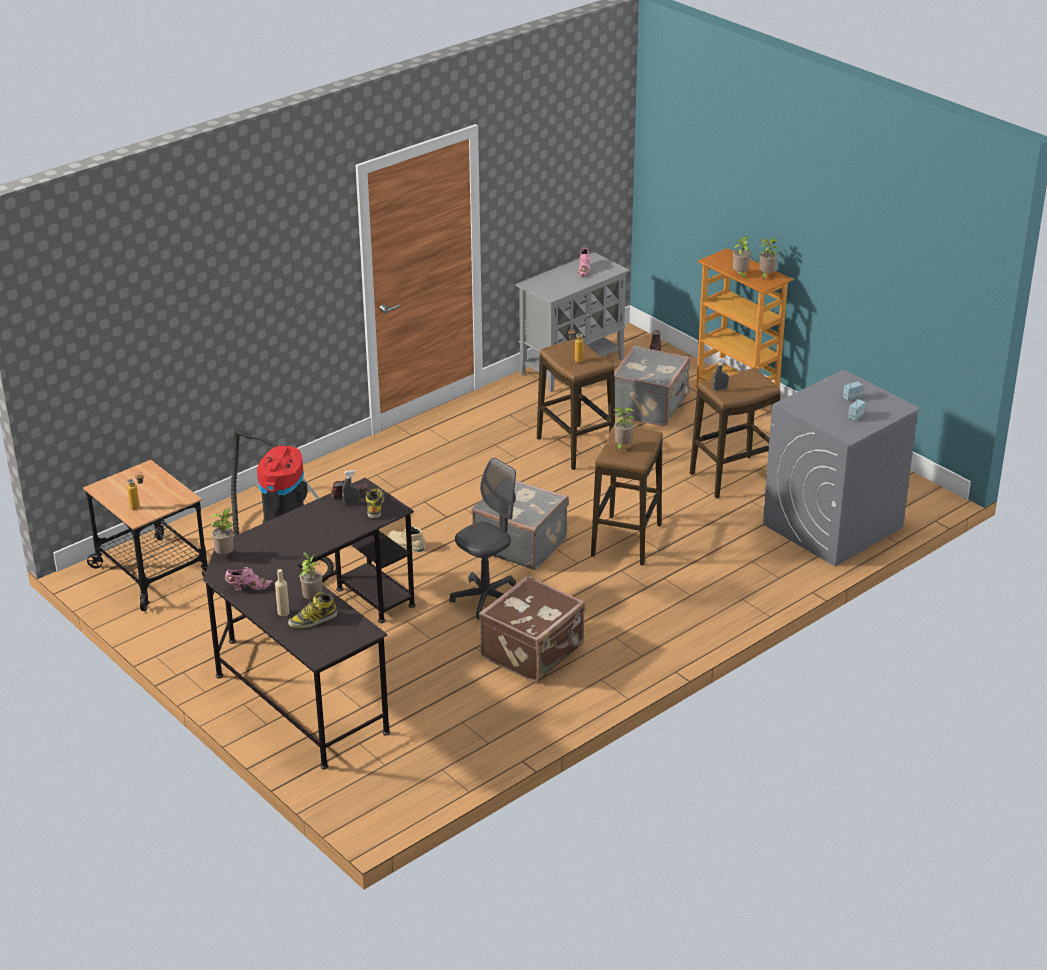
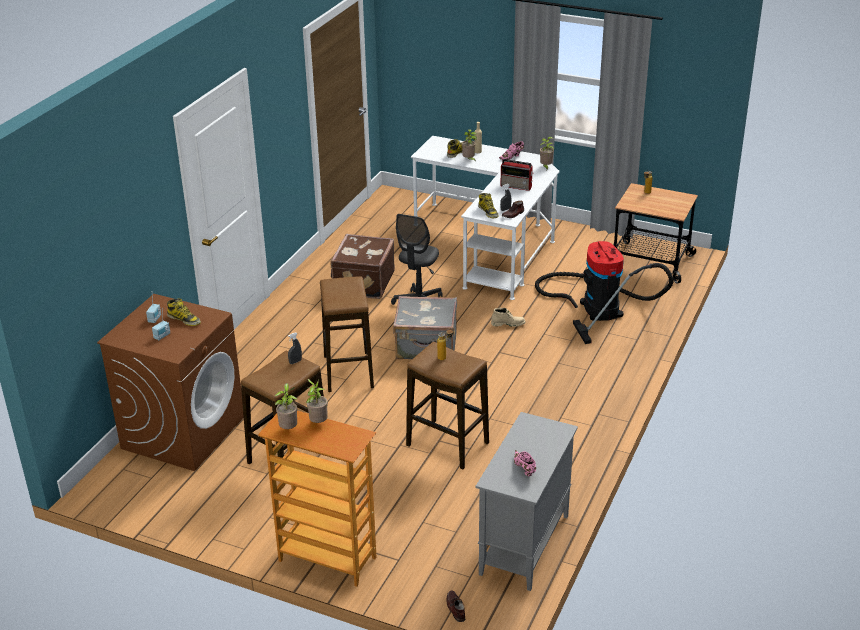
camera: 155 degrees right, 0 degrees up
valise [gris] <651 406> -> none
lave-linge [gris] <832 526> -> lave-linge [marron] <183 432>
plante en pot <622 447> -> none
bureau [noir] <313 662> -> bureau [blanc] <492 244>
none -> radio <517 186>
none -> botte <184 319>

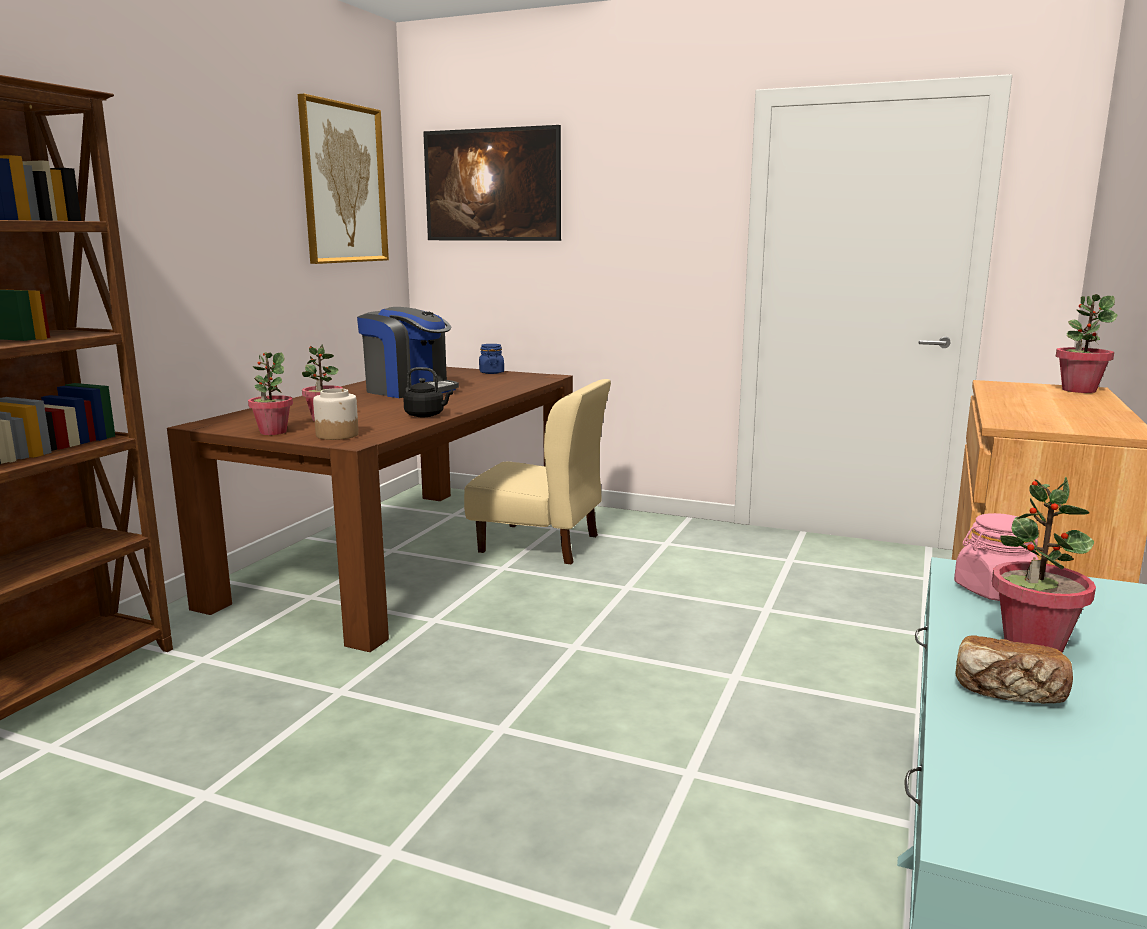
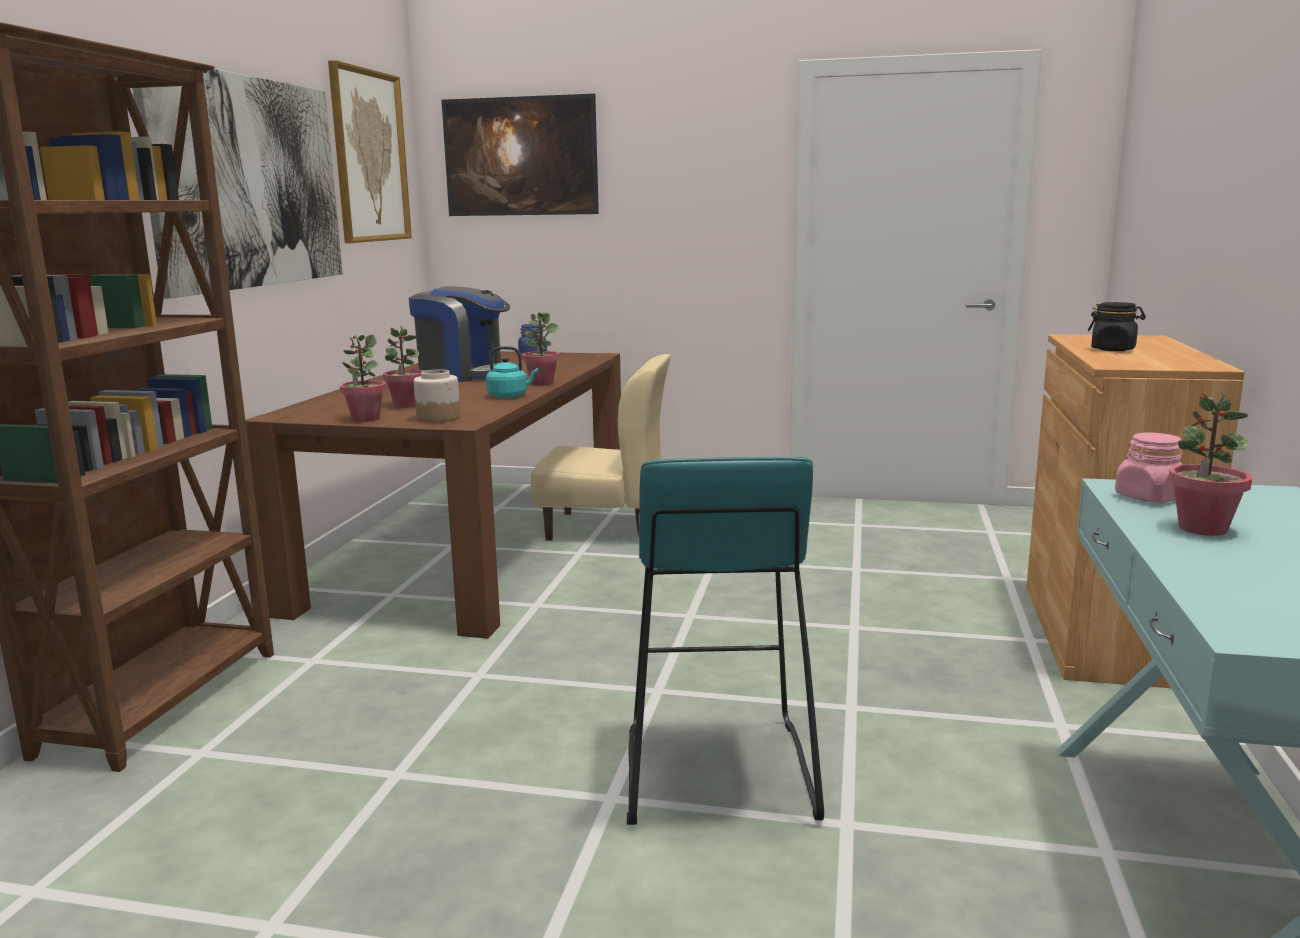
camera: 10 degrees left, 0 degrees up
plante en pot <1078 390> -> plante en pot <542 383>, move
bouilloire [noir] <426 415> -> bouilloire [turquoise] <510 396>
pain <1008 693> -> none
none -> tableau <249 182>
none -> bocal [noir] <1113 349>
none -> tabouret [turquoise] <716 773>

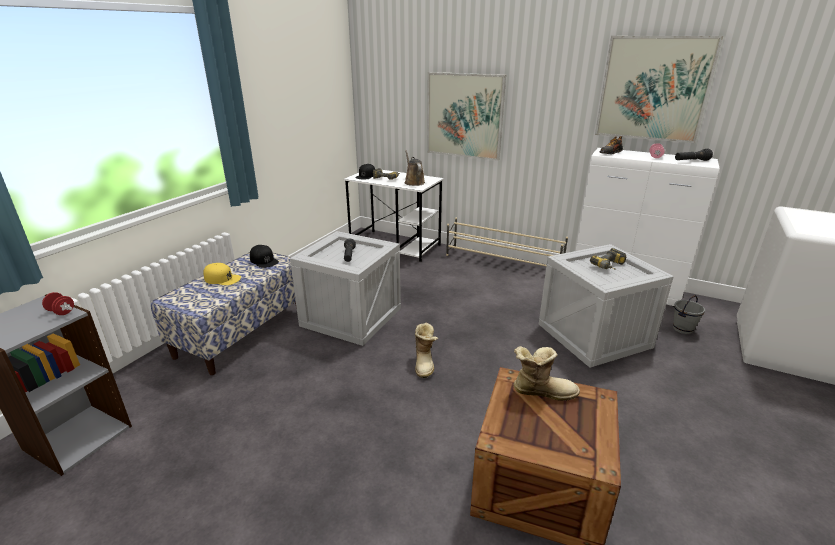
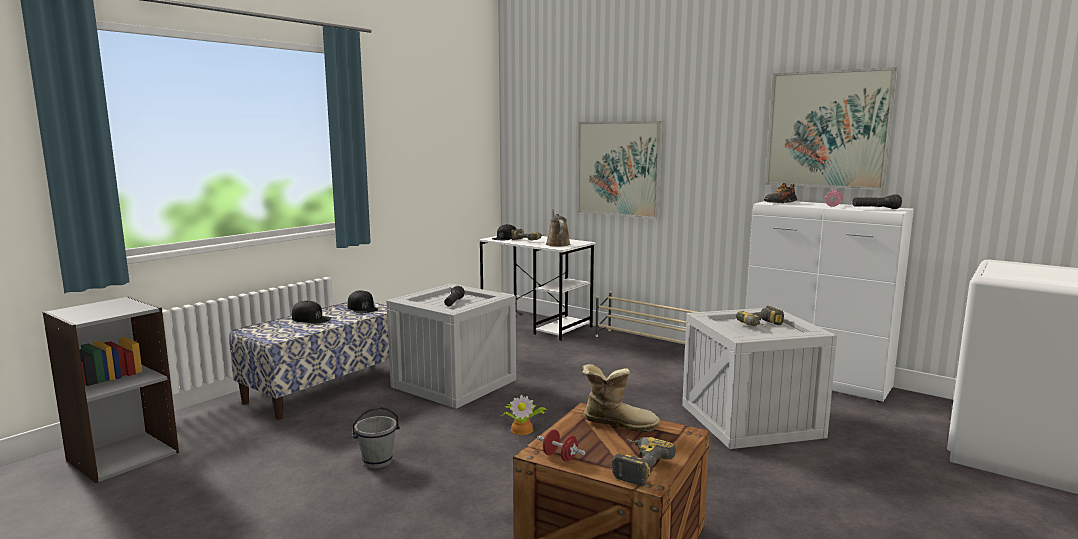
camera: 10 degrees right, 15 degrees down
casquette [jaune] <222 278> -> casquette [noir] <311 318>
haltère [rouge] <61 312> -> haltère [rouge] <560 457>, move
seau [gris] <683 329> -> seau [gris] <377 462>, move
botte <425 363> -> plante en pot <522 429>
none -> perceuse <637 467>

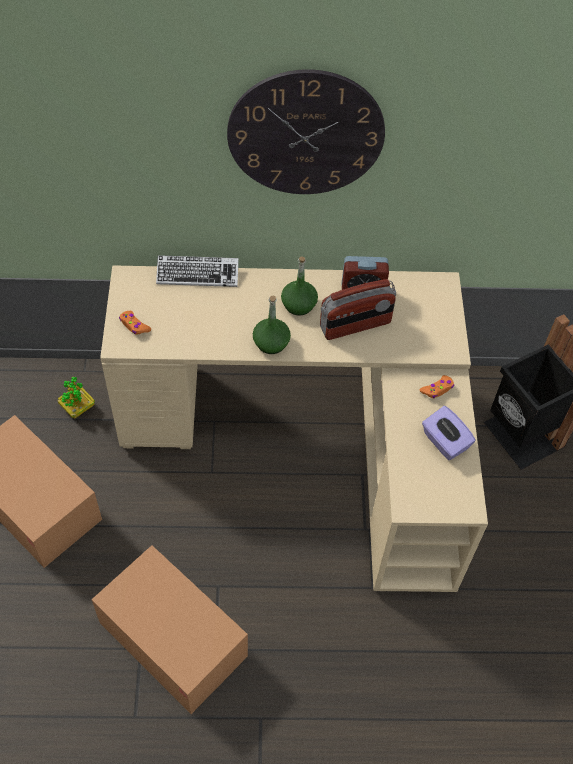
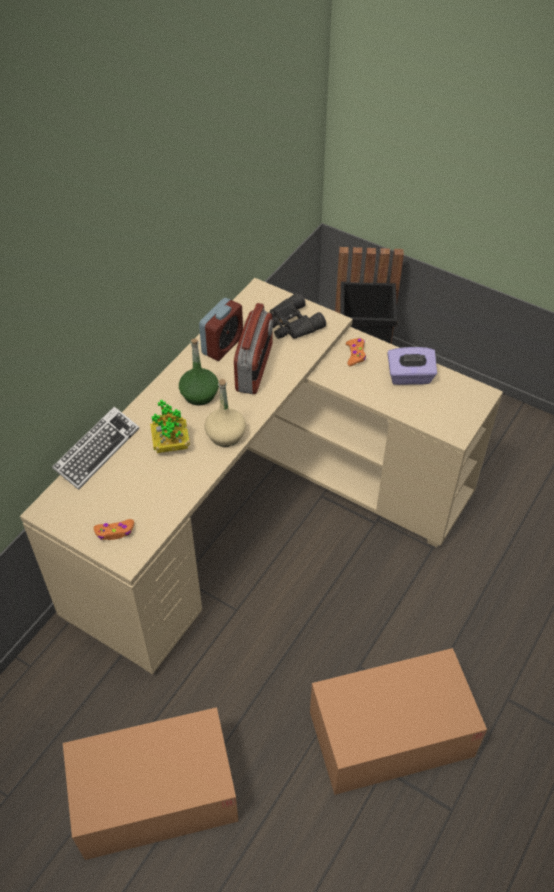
camera: 55 degrees left, 5 degrees down
horloge murale <305 134> -> none
bouteille [vert] <271 343> -> bouteille [beige] <226 435>
plante en pot <77 407> -> plante en pot <171 444>, move
none -> jumelles [noir] <291 324>

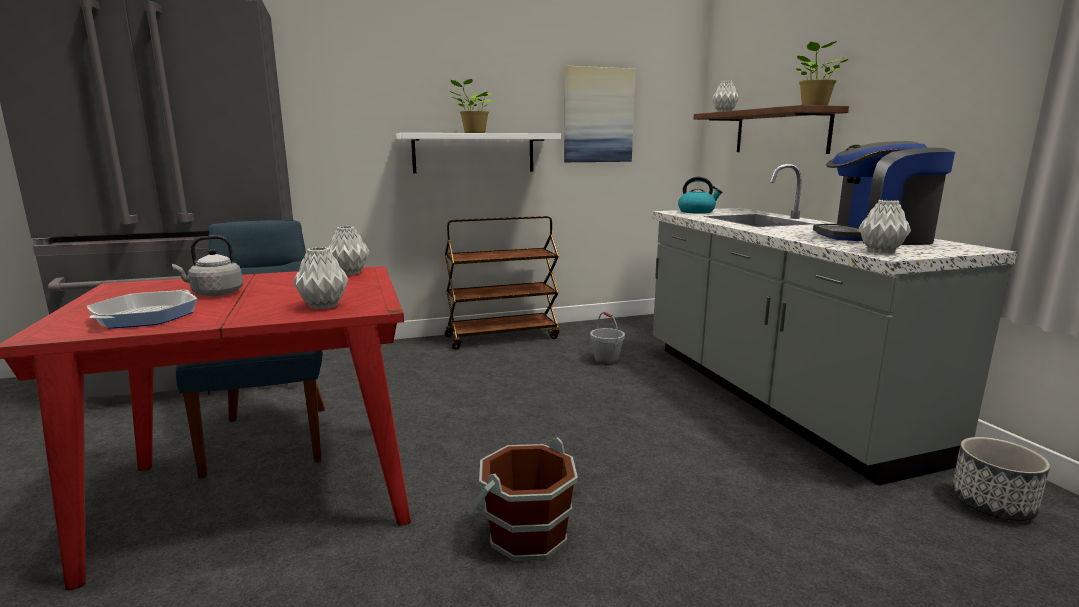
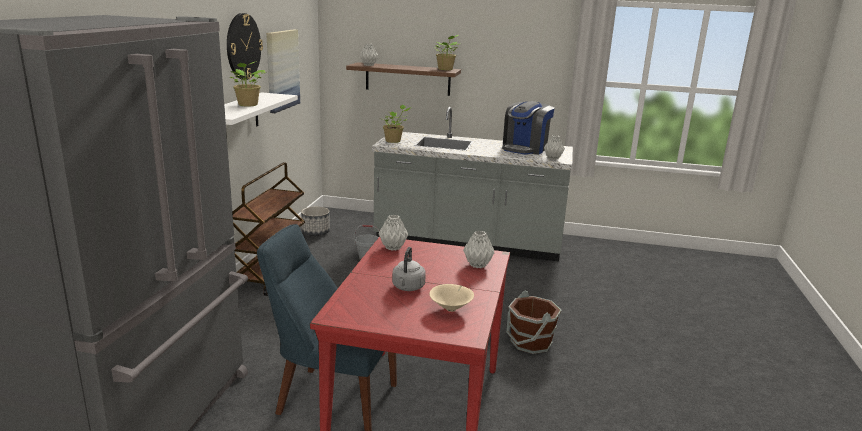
camera: 60 degrees left, 5 degrees up
bouilloire <697 212> -> plante en pot <394 141>
poêle <146 316> -> bol [beige] <451 308>
cache-pot <992 504> -> cache-pot <315 232>, move
none -> horloge murale <243 46>

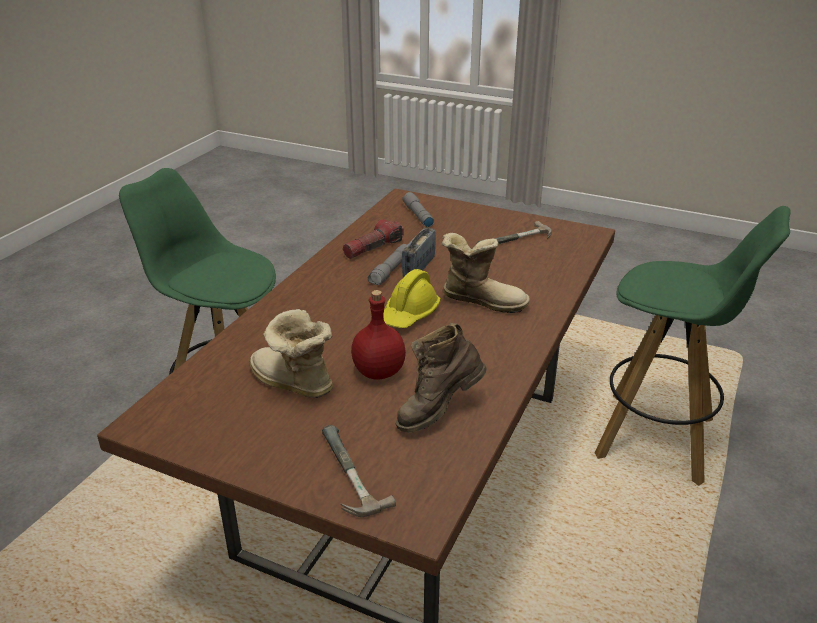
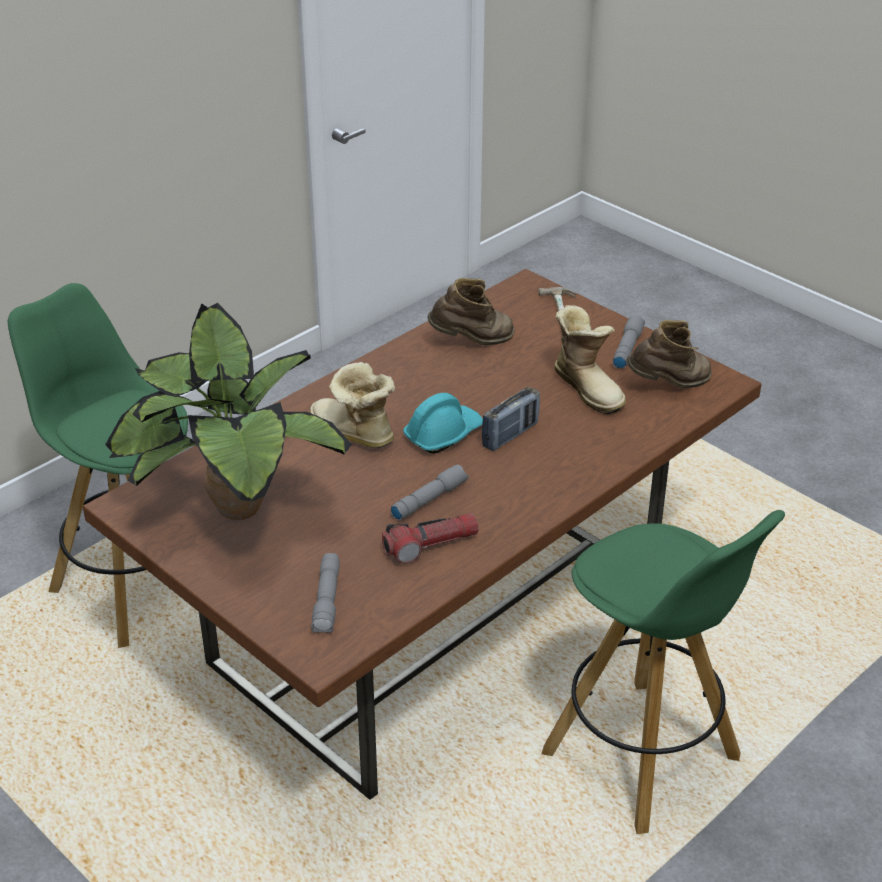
camera: 160 degrees left, 5 degrees up
marteau <516 241> -> plante en pot <233 512>
radio <418 268> -> radio <510 435>, move
casque de chantier [jaune] <409 314> -> casque de chantier [turquoise] <443 434>
bouteille [rouge] <377 372> -> none
none -> lampe de poche [gris] <627 348>
none -> botte [marron] <669 385>

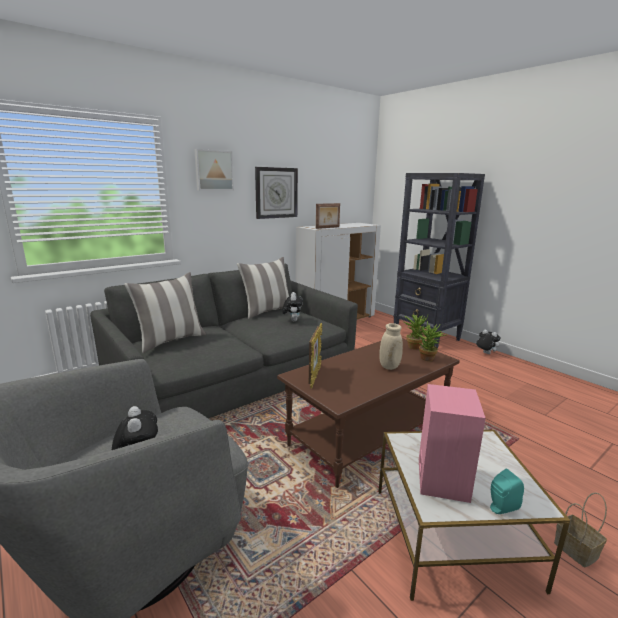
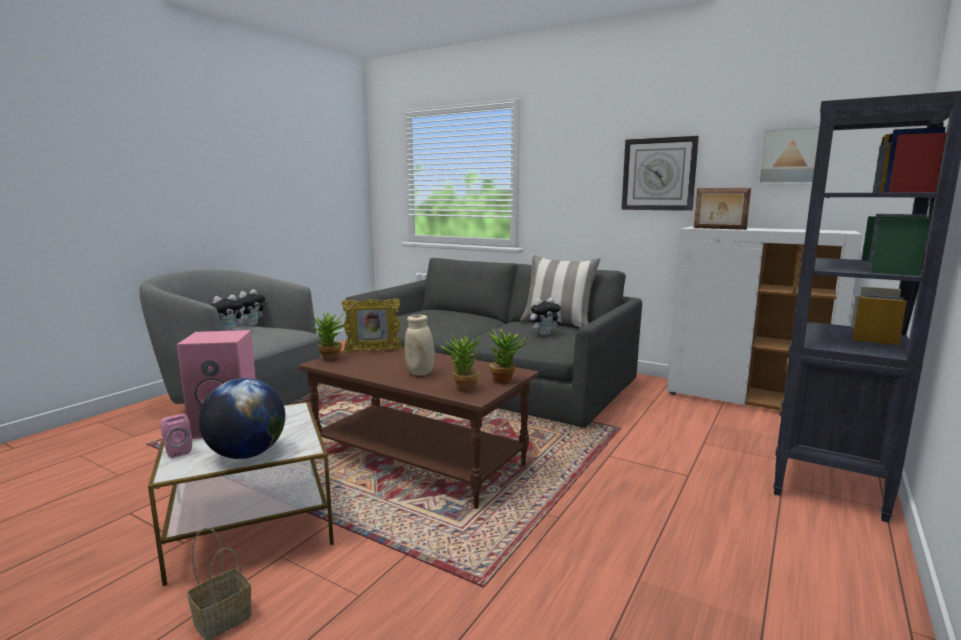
camera: 70 degrees right, 5 degrees down
tableau <213 170> -> tableau <791 156>, move
coussin <170 340> -> none
peluche <485 353> -> peluche <251 325>, move
enceinte [turquoise] <500 508> -> enceinte [rose] <177 451>
none -> plante en pot <331 359>
none -> globe <247 454>

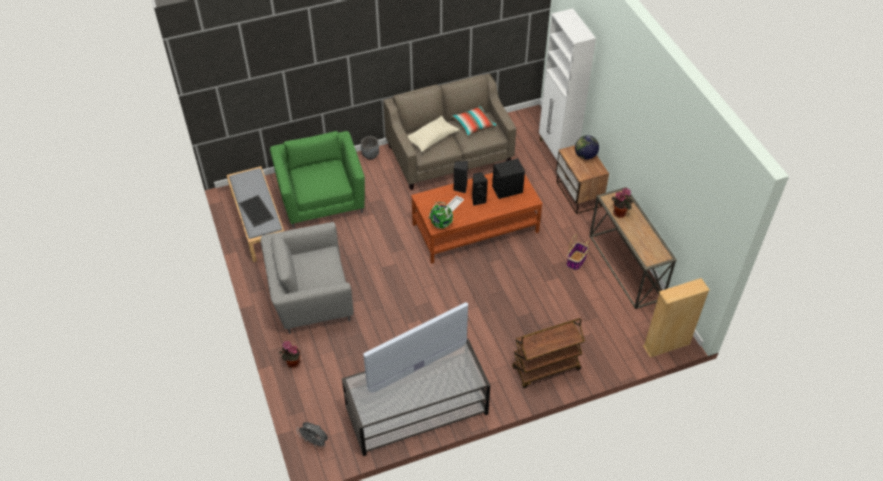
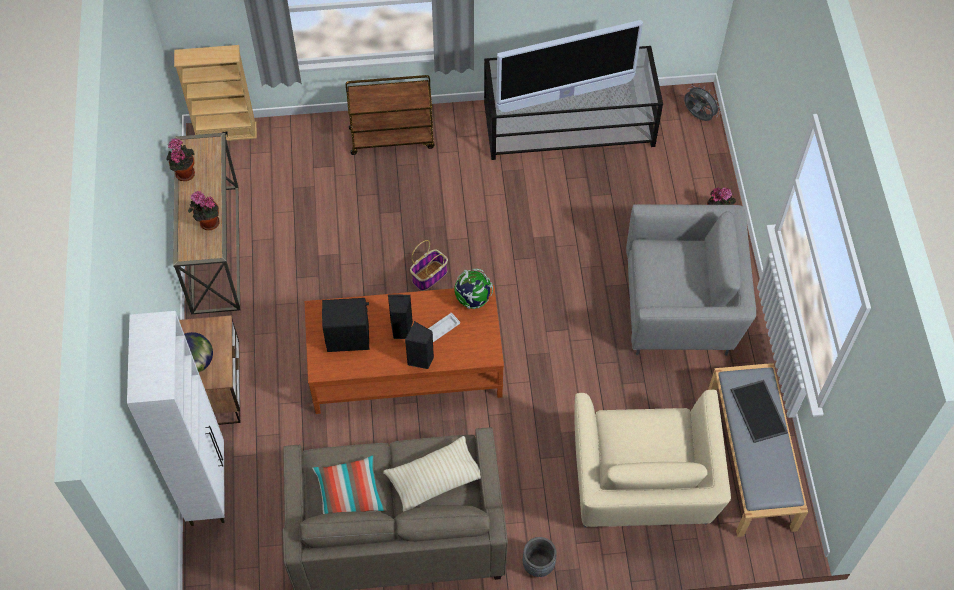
camera: 165 degrees left, 10 degrees up
fauteuil [vert] <321 198> -> fauteuil [beige] <641 485>
panier <576 261> -> panier <429 275>, move
none -> plante en pot <184 172>

